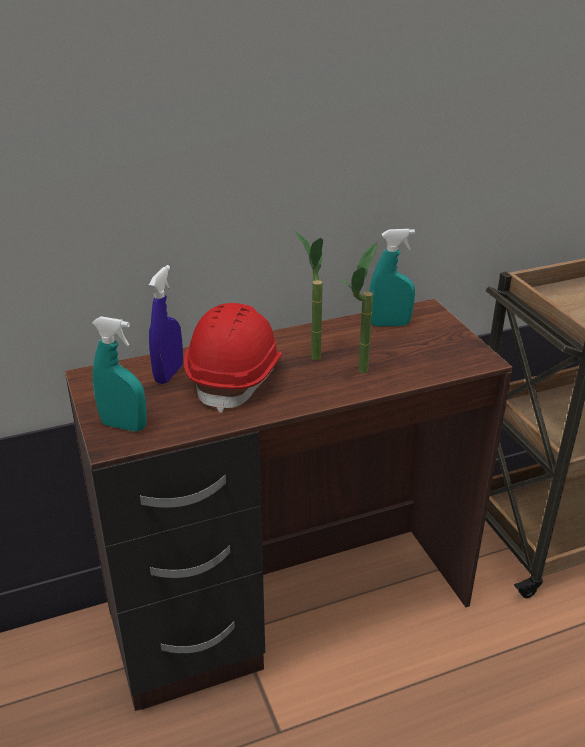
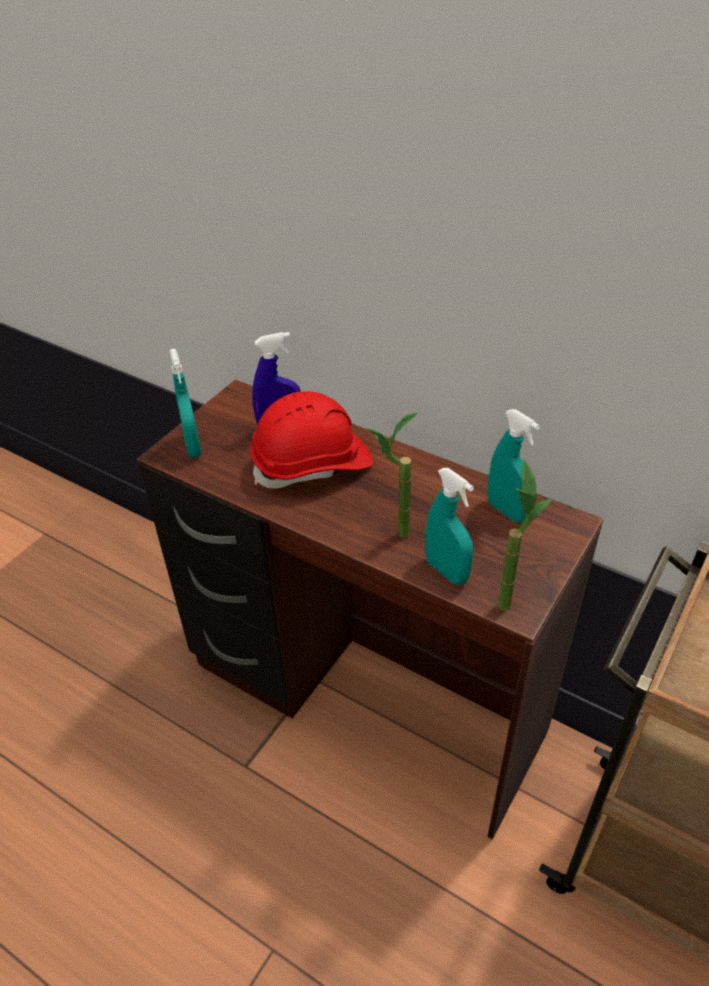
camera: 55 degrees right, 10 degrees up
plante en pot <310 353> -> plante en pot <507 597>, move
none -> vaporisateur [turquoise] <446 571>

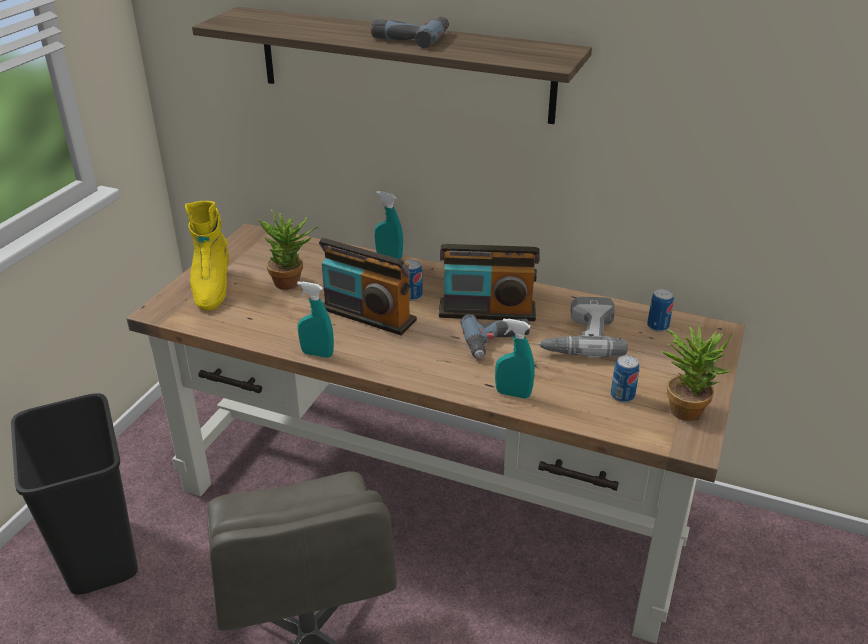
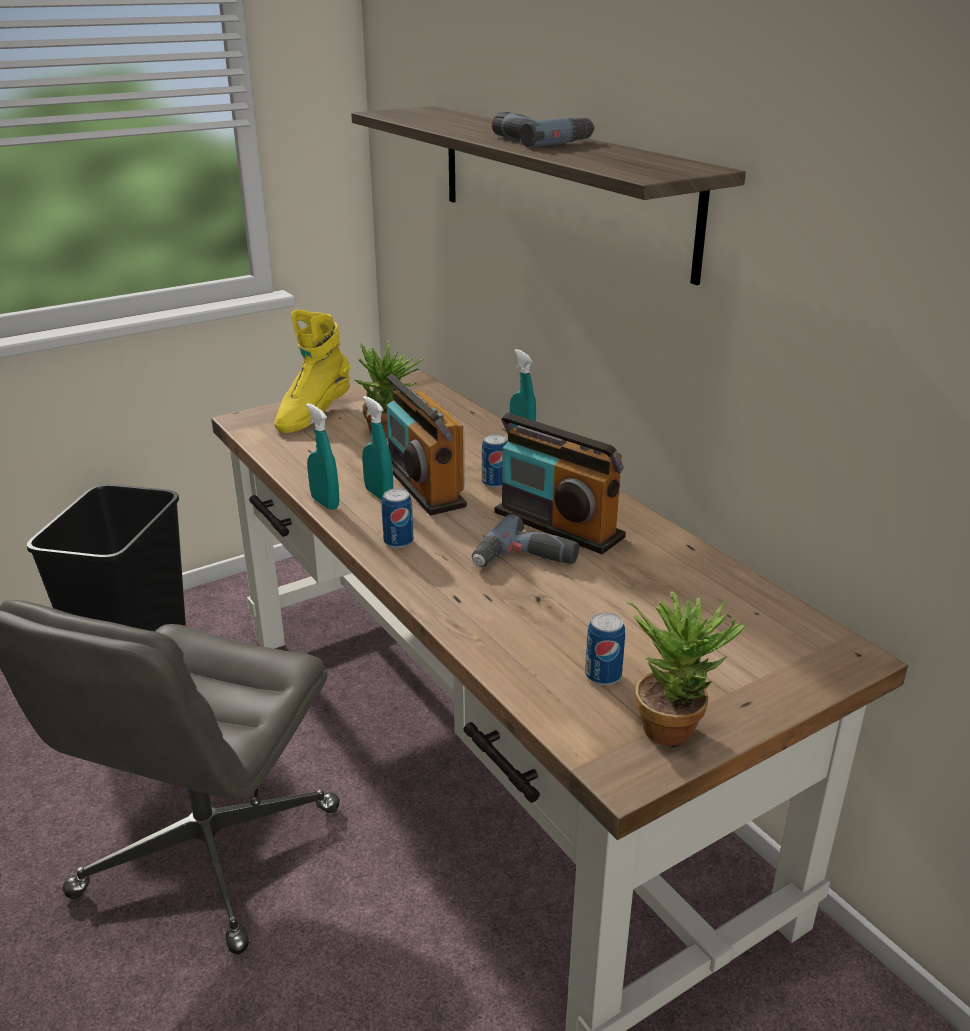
camera: 35 degrees right, 5 degrees down
boîte métallique <657 326> -> boîte métallique <398 542>, move
perceuse <579 337> -> none
vaporisateur [turquoise] <513 394> -> vaporisateur [turquoise] <379 494>, move

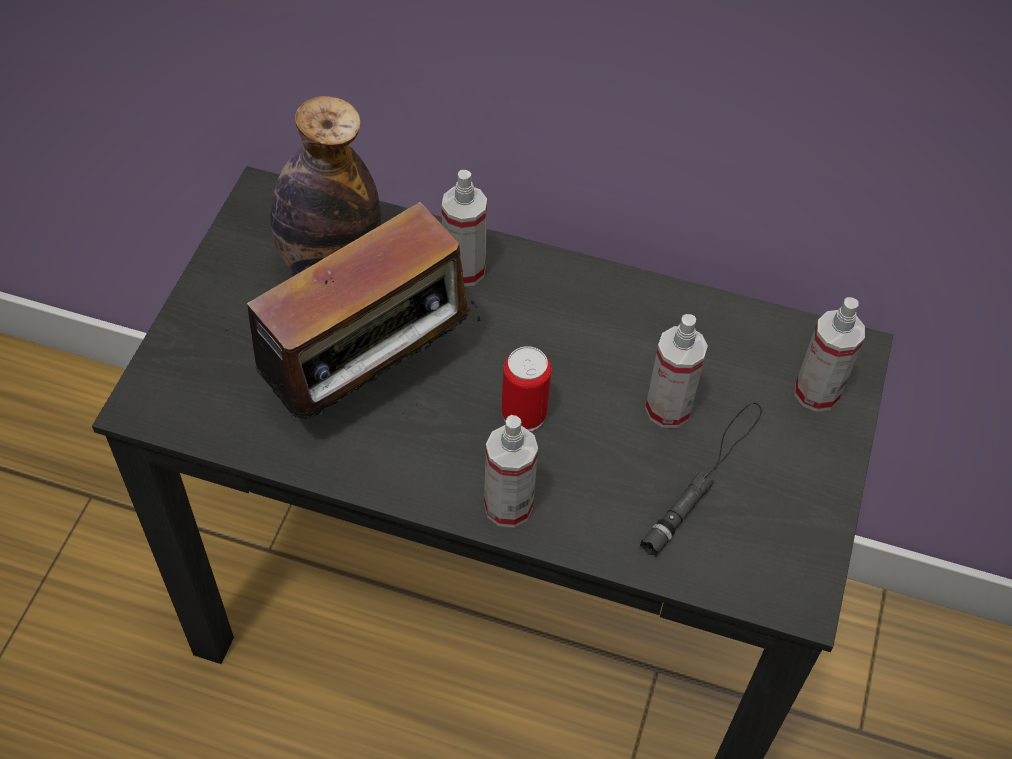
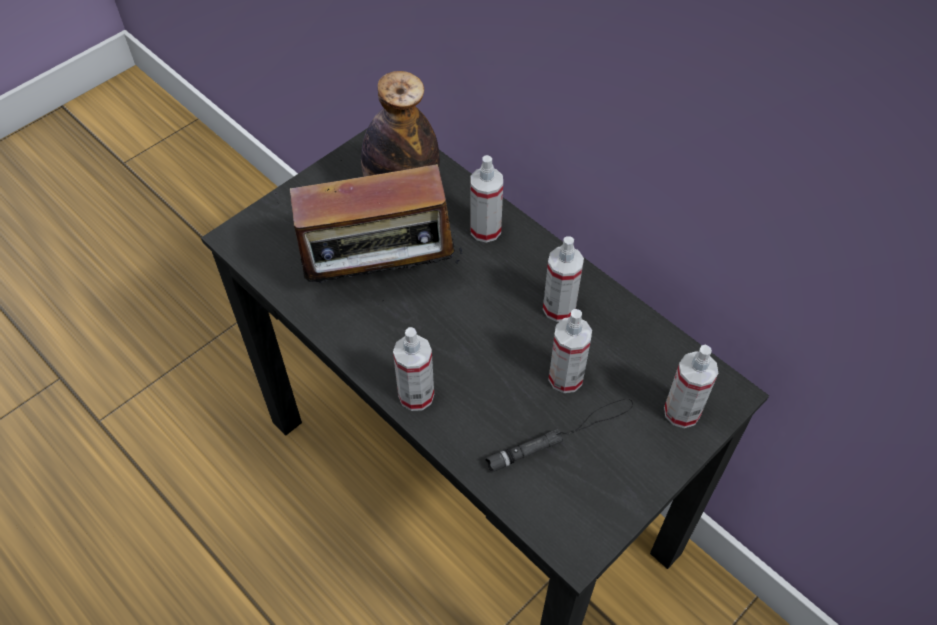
camera: 30 degrees right, 0 degrees up
boîte métallique <524 414> -> none
none -> vaporisateur <559 308>

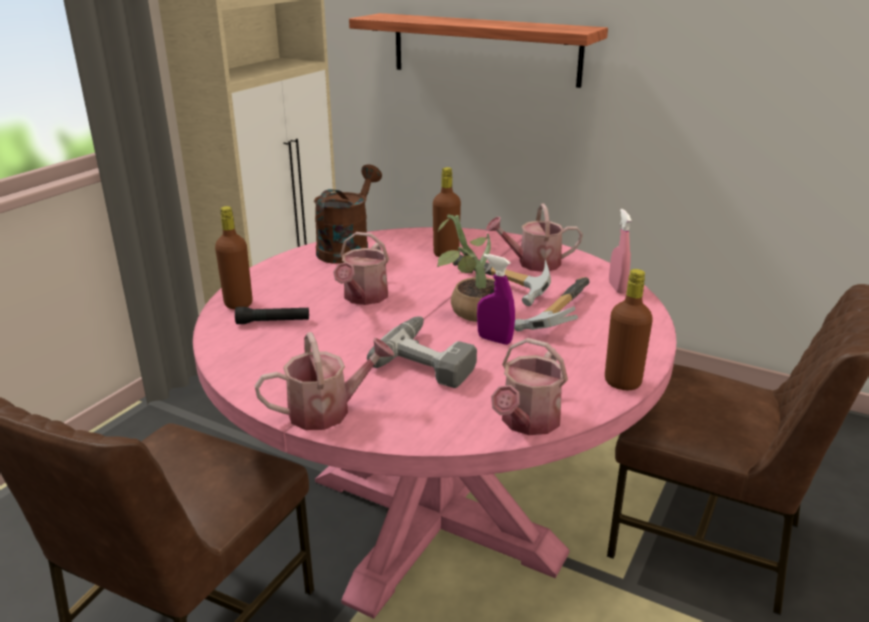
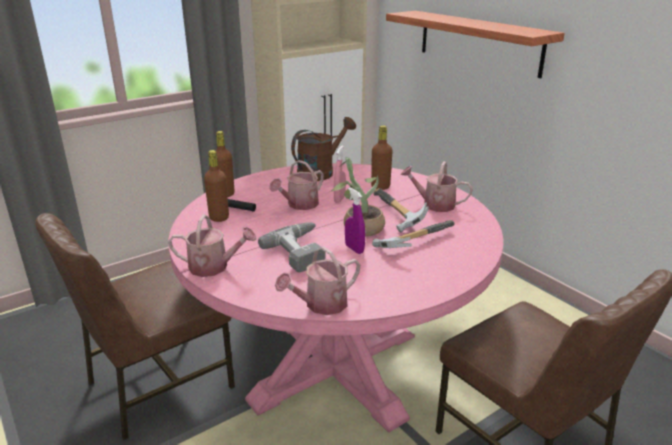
camera: 25 degrees right, 0 degrees up
vaporisateur [rose] <617 288> -> vaporisateur [rose] <339 199>, move
bouteille [marron] <622 382> -> bouteille [marron] <219 218>, move

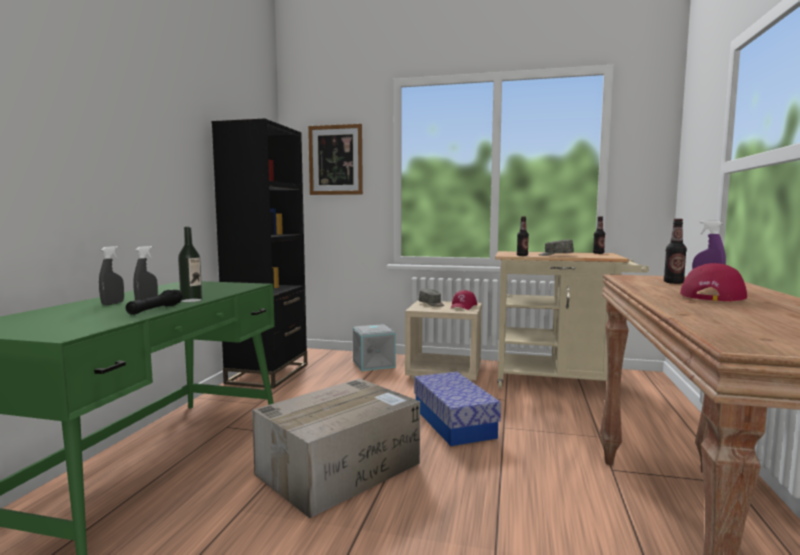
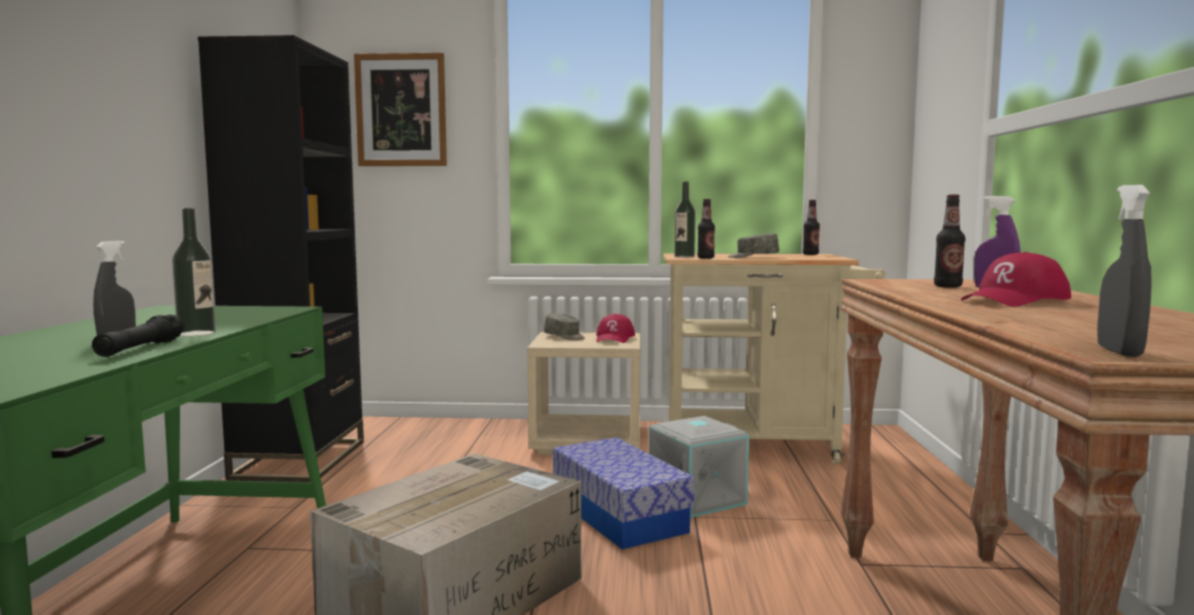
camera: 10 degrees left, 0 degrees up
vaporisateur [gris] <113 303> -> vaporisateur [gris] <1119 352>, move
casquette [rouge] <713 296> -> casquette [rouge] <1015 300>, 150 degrees counterclockwise
boîte de rangement [gris] <374 364> -> boîte de rangement [gris] <696 498>, move
none -> bouteille <684 257>

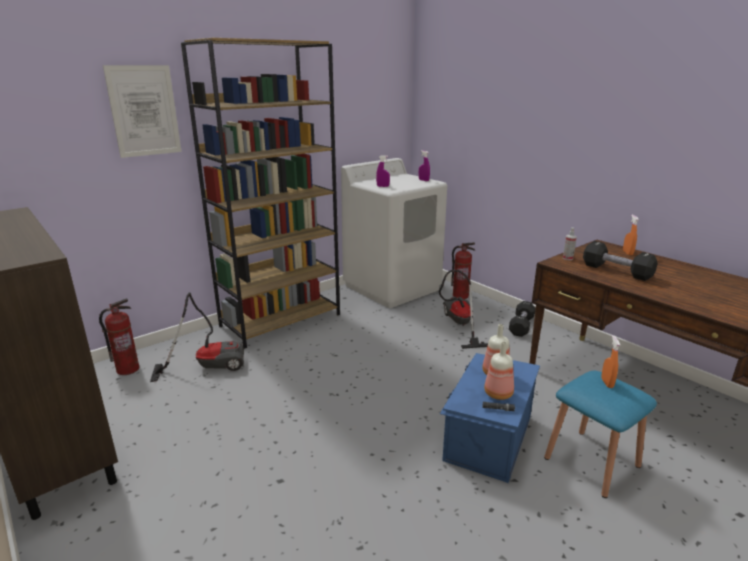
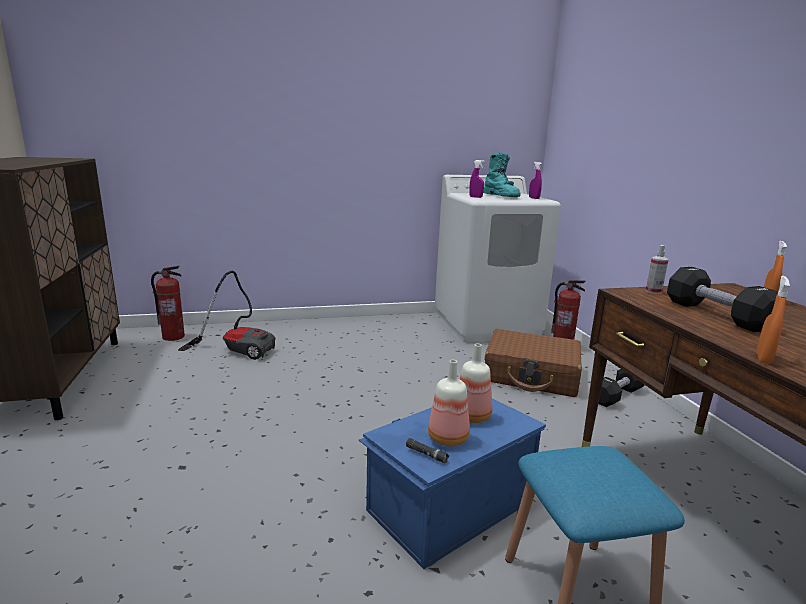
camera: 25 degrees right, 5 degrees down
bibliothèque [marron] <281 320> -> none
tableau <144 111> -> none
aspirateur <459 325> -> valise [marron] <531 375>
vaporisateur [orange] <607 383> -> vaporisateur [orange] <763 359>, move
none -> botte [turquoise] <501 196>

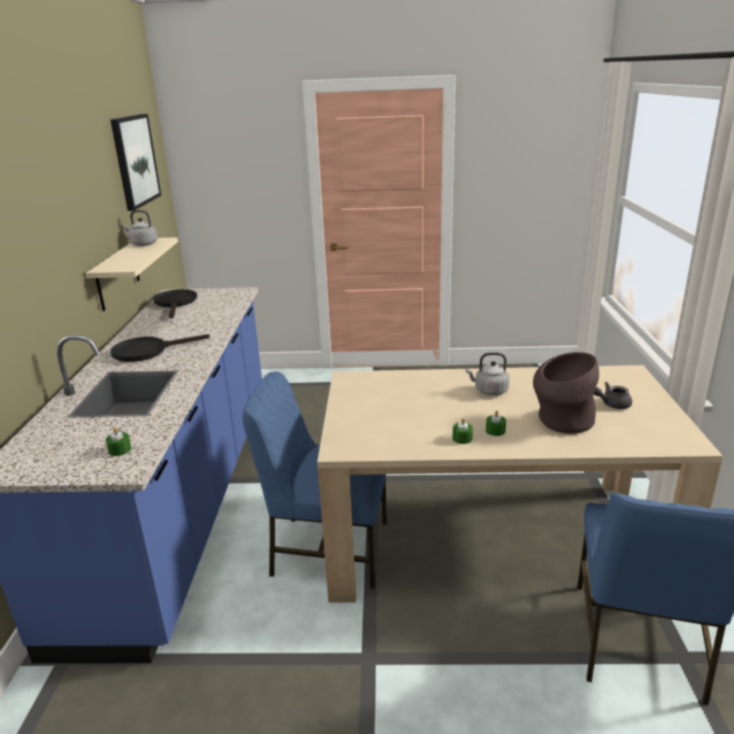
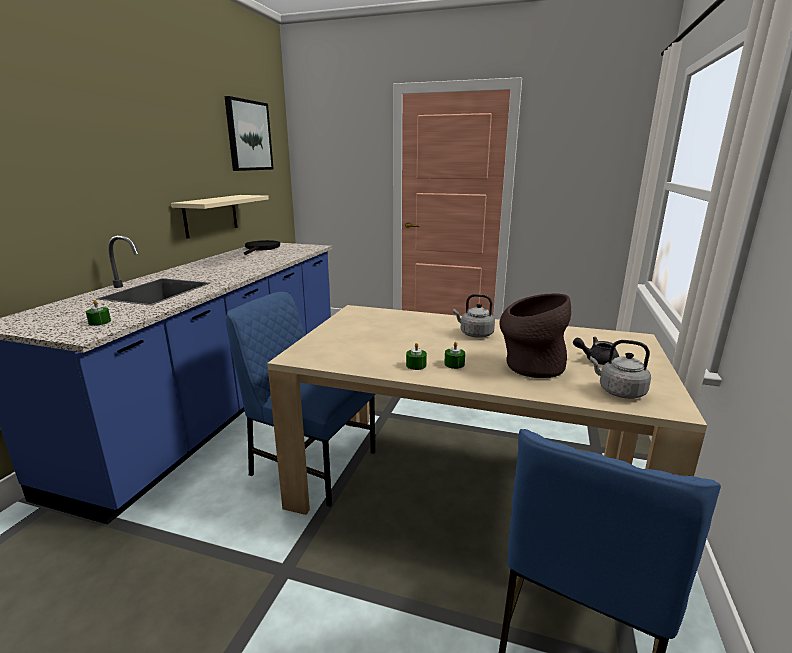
camera: 15 degrees right, 5 degrees down
bouilloire [gris] <142 244> -> bouilloire [gris] <619 391>, move
poêle [noir] <148 351> -> none

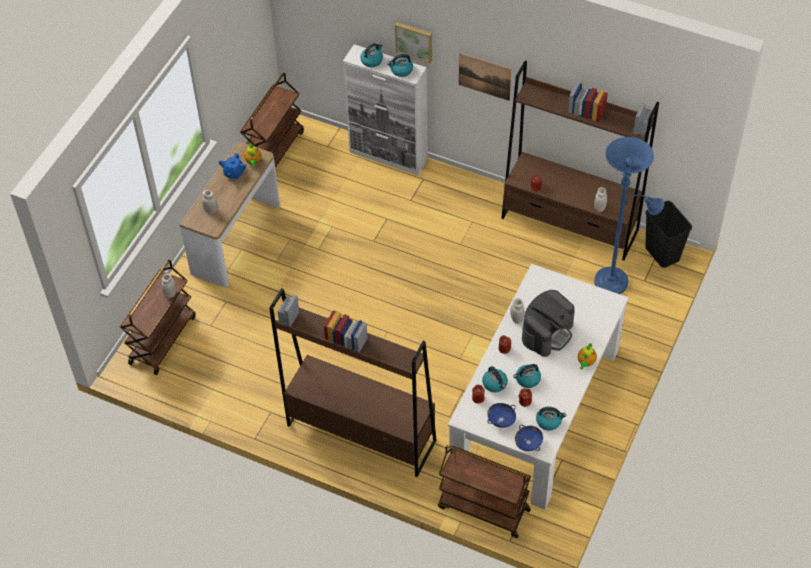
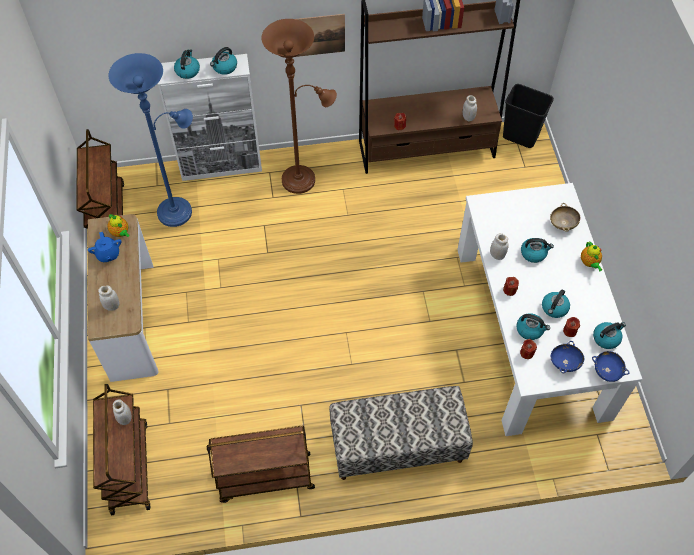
camera: 35 degrees left, 5 degrees up
tableau <414 41> -> none
lampadaire [bleu] <615 281> -> lampadaire [bleu] <178 210>, move
bibliothèque [marron] <361 432> -> banc <397 446>
machine à café <547 332> -> bouilloire <534 253>
chariot [marron] <483 509> -> chariot [marron] <264 478>, move
none -> lampadaire [marron] <303 179>
none -> bol [beige] <563 223>

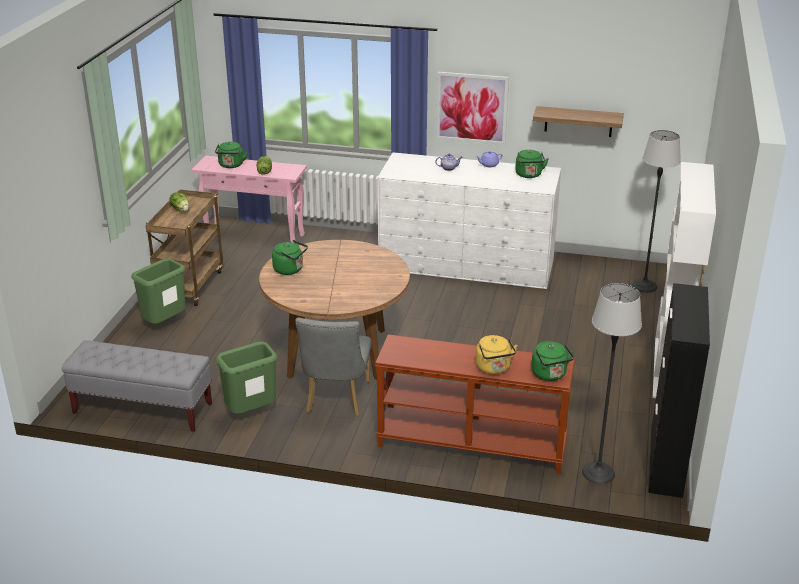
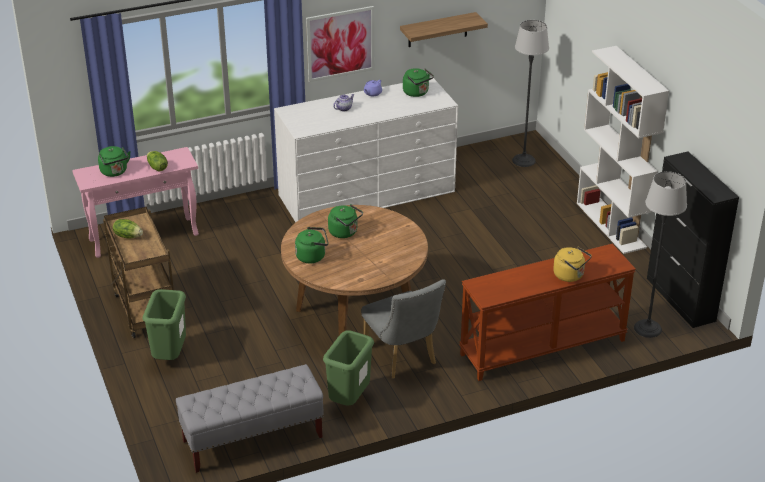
camera: 35 degrees left, 5 degrees up
bouilloire [vert] <550 375> -> bouilloire [vert] <345 232>, move

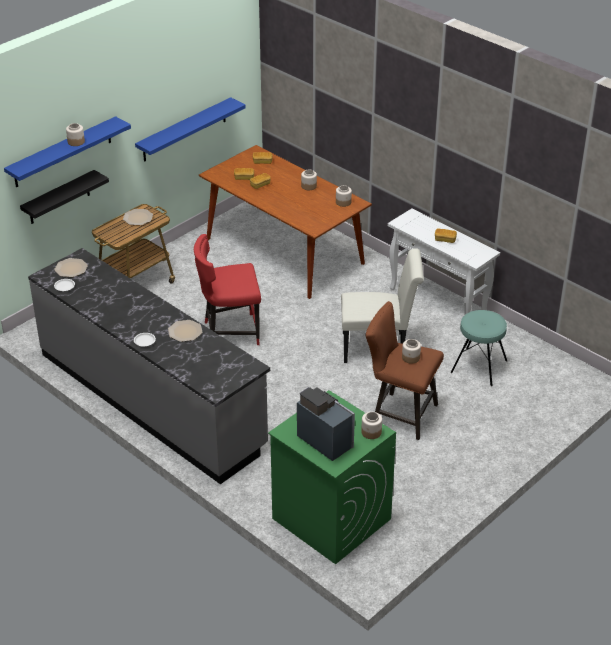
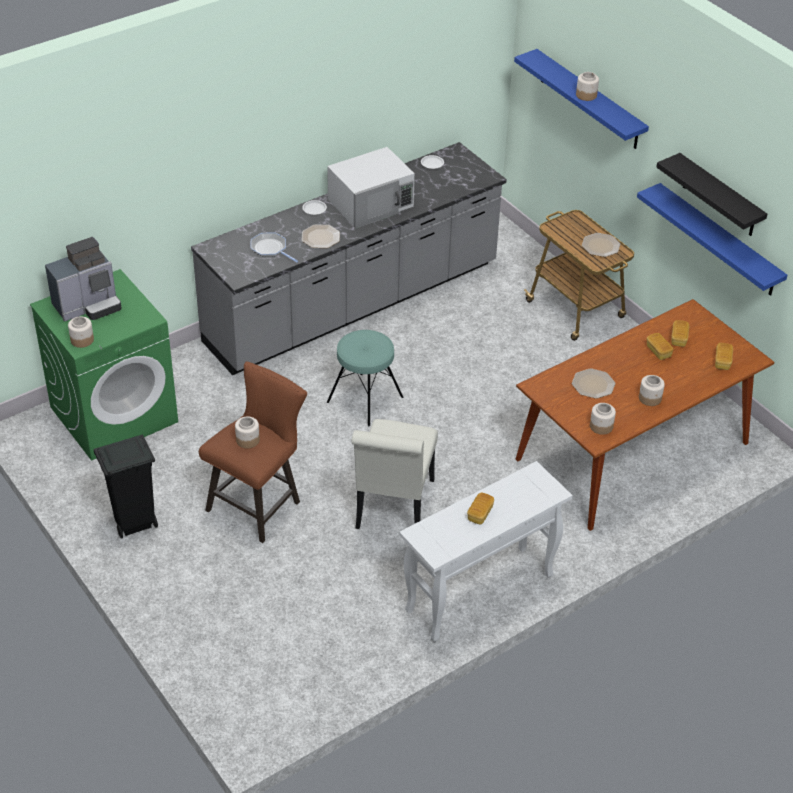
camera: 100 degrees right, 5 degrees up
étagère [noir] <59 198> -> étagère [noir] <719 196>, move
chaise [rouge] <230 331> -> none
assiette <71 268> -> assiette <593 385>, move
tabouret [turquoise] <478 366> -> tabouret [turquoise] <365 399>, move
none -> micro-ondes [blanc] <371 203>
none -> poêle <270 249>
none -> poubelle [noir] <134 524>

